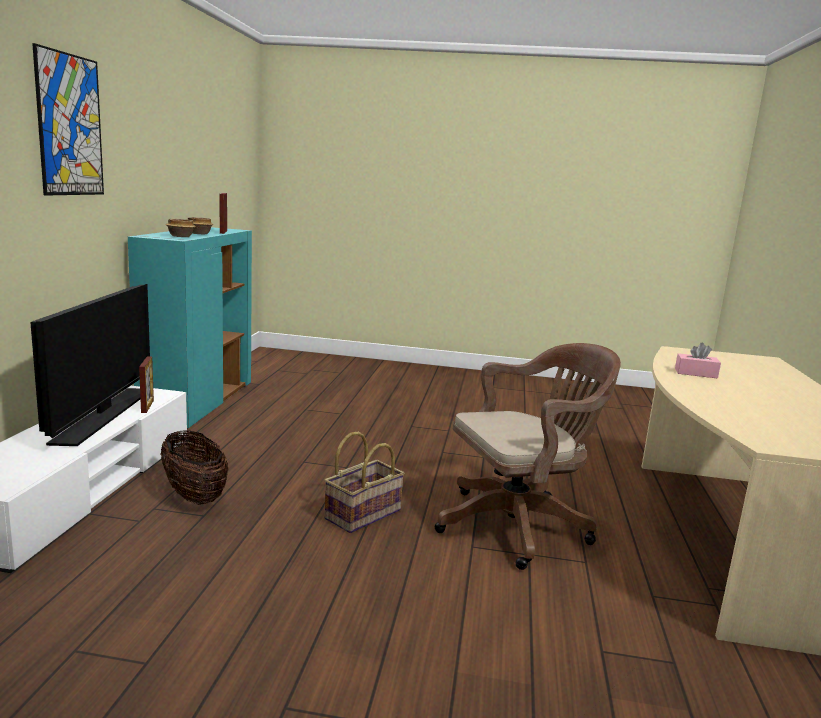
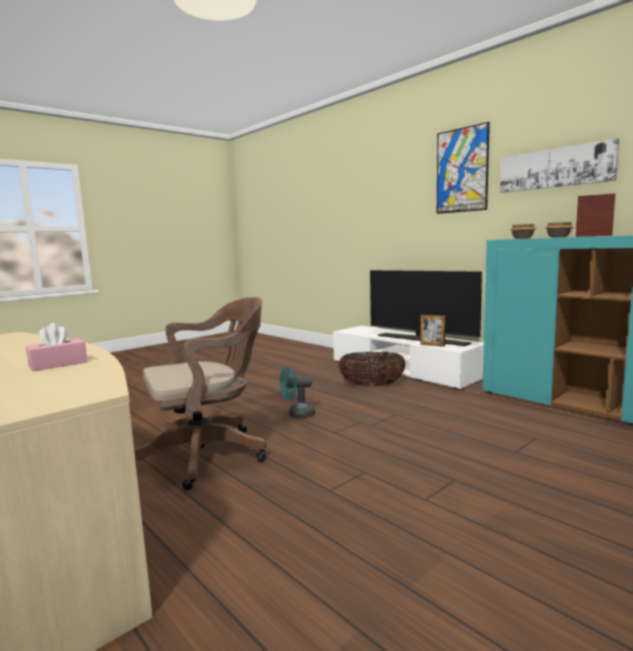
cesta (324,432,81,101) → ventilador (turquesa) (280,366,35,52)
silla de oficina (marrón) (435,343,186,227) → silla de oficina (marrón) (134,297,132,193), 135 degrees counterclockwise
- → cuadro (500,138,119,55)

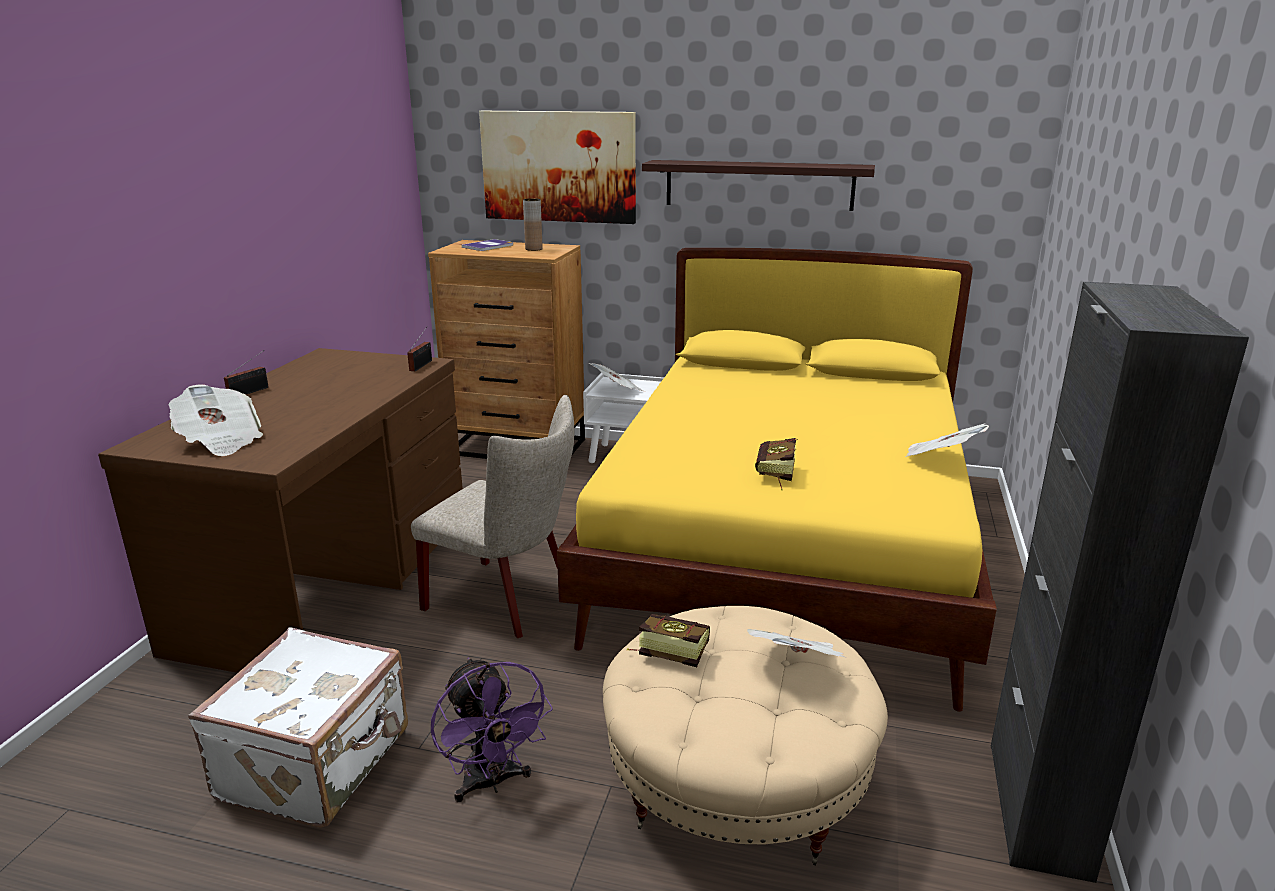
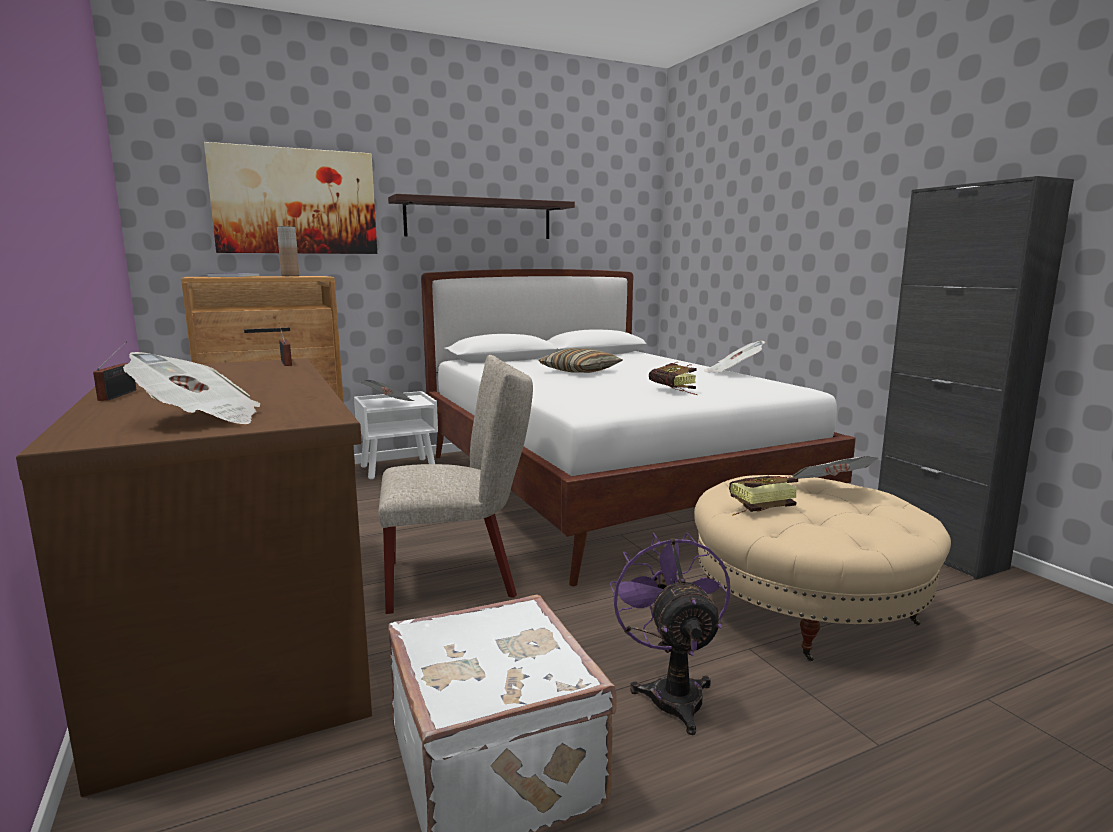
ventilador (morado) (431,658,122,144) → ventilador (morado) (609,532,121,203), 120 degrees counterclockwise
cama (amarillo) (557,248,440,464) → cama (blanco) (421,269,435,317)
- → cojín (539,348,84,25)

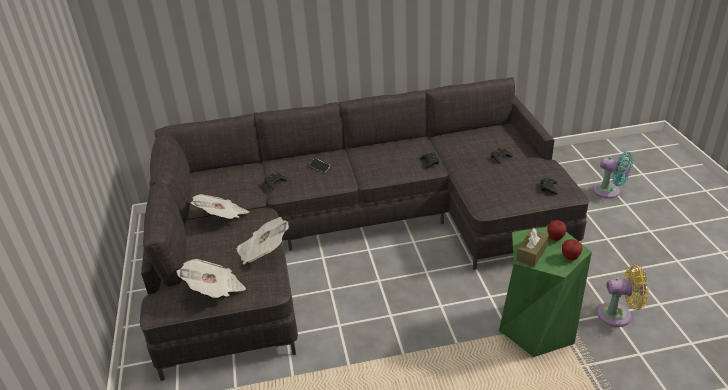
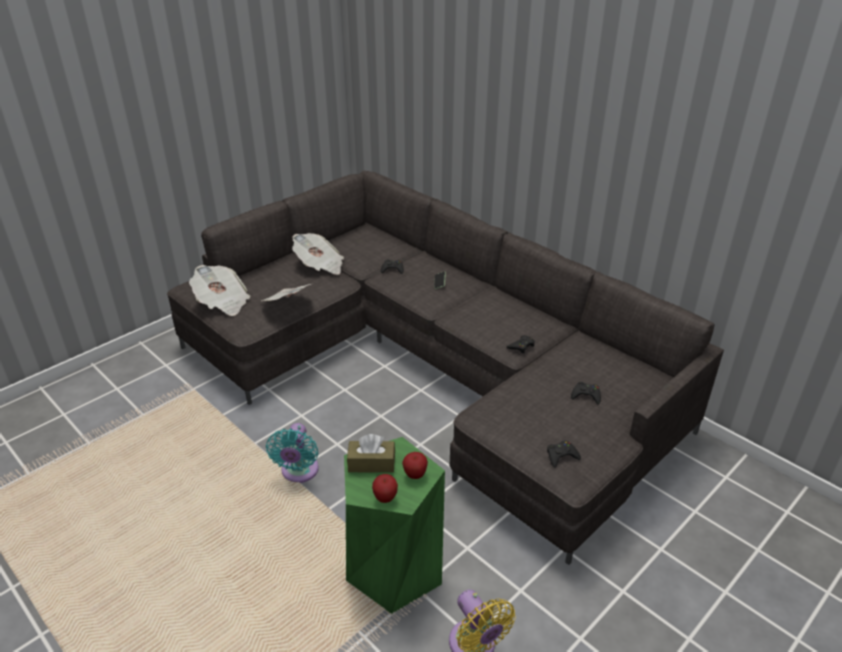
ventilador (turquesa) (593,152,41,46) → ventilador (turquesa) (266,423,53,60), move

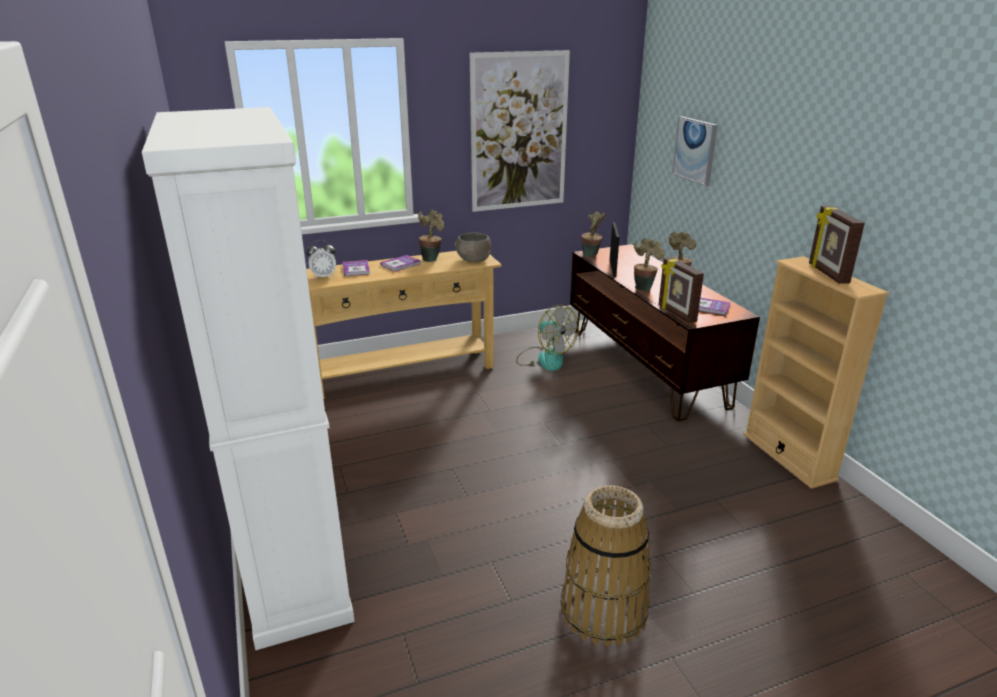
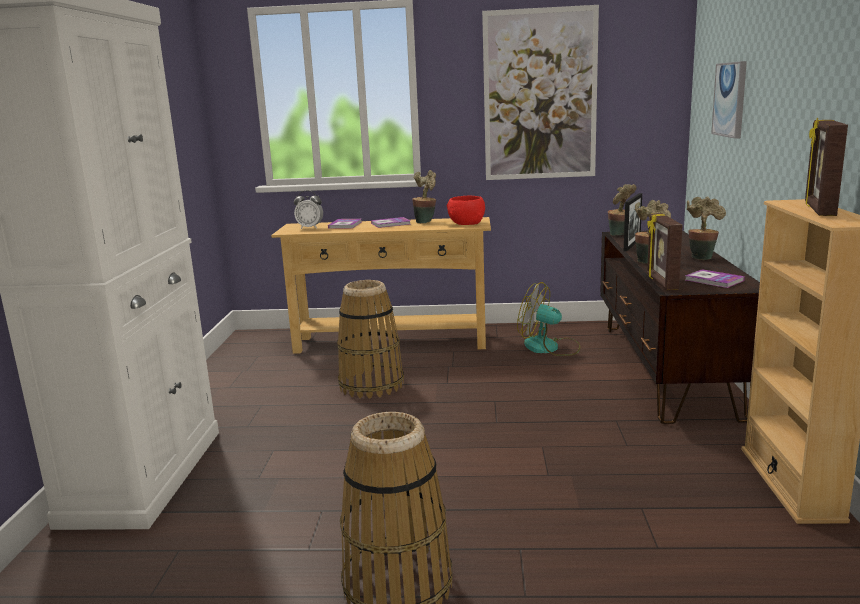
cuenco (gris) (454,232,37,30) → cuenco (rojo) (447,196,38,29)
ventilador (516,304,63,67) → ventilador (517,282,64,74), 135 degrees clockwise
- → cesta (337,280,67,119)

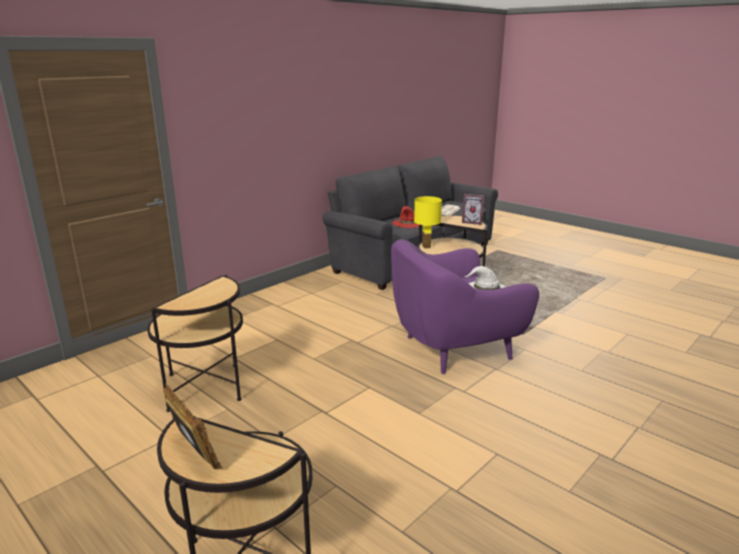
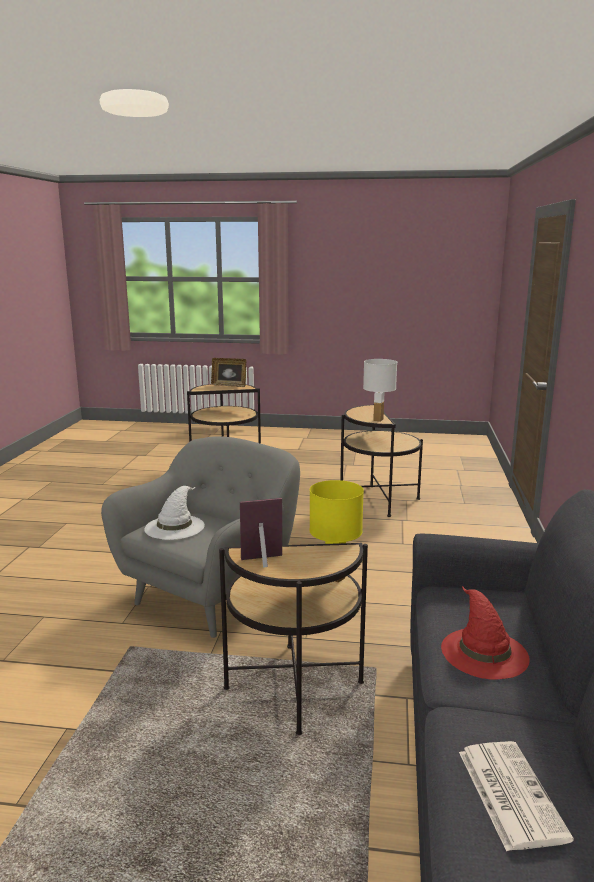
sillón (morado) (391,239,148,135) → sillón (gris) (101,436,199,202)
- → lámpara de mesa (blanco) (363,359,34,63)

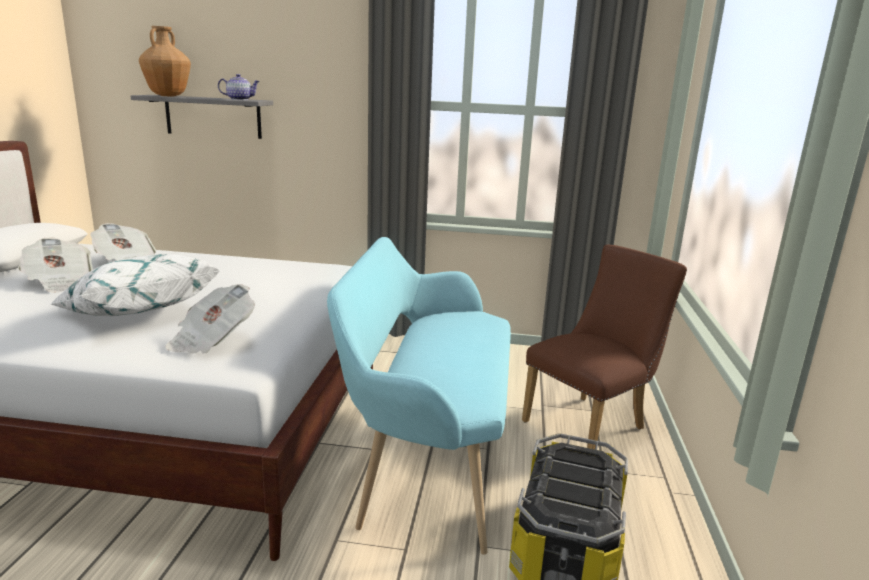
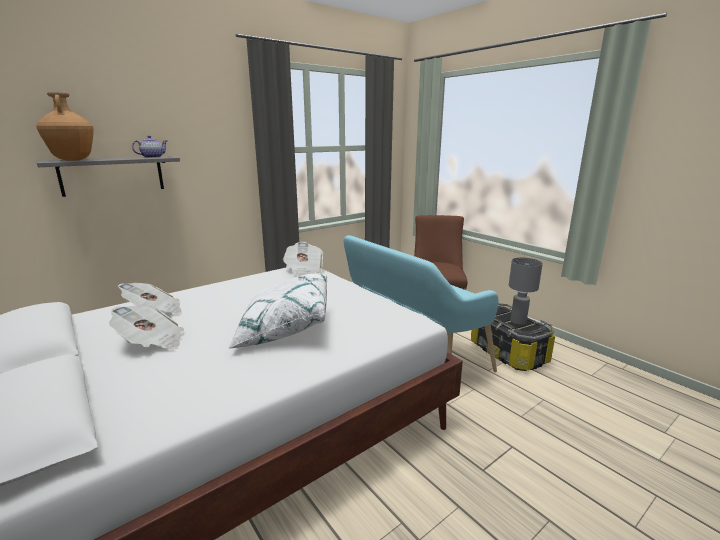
periódico (166,284,89,70) → periódico (283,242,40,35), move
- → lámpara de mesa (gris) (509,257,34,68)

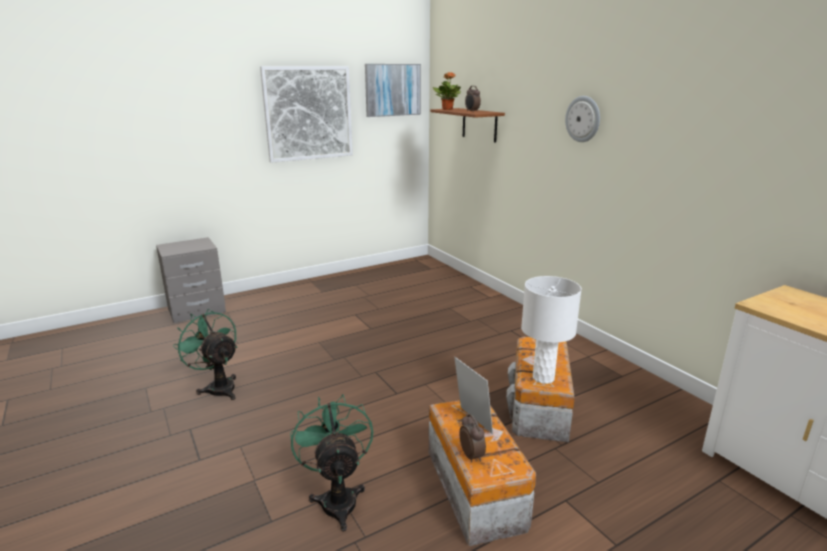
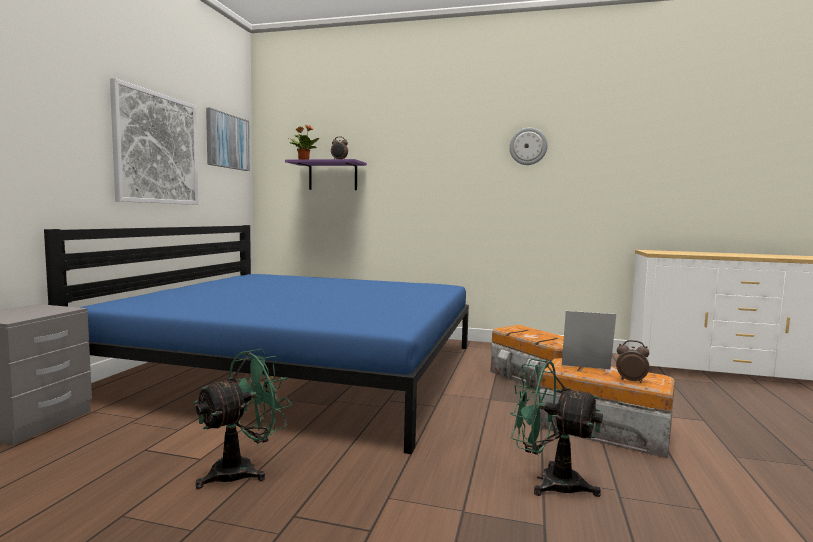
ventilador (verde) (173,309,64,91) → ventilador (verde) (194,349,98,140), 135 degrees clockwise
estante (marrón) (431,108,74,34) → estante (morado) (285,159,82,31)
lámpara de mesa (blanco) (521,276,61,108) → -
reloj de pared (565,96,35,46) → reloj de pared (509,127,38,38), move
- → cama (azul) (44,225,425,229)

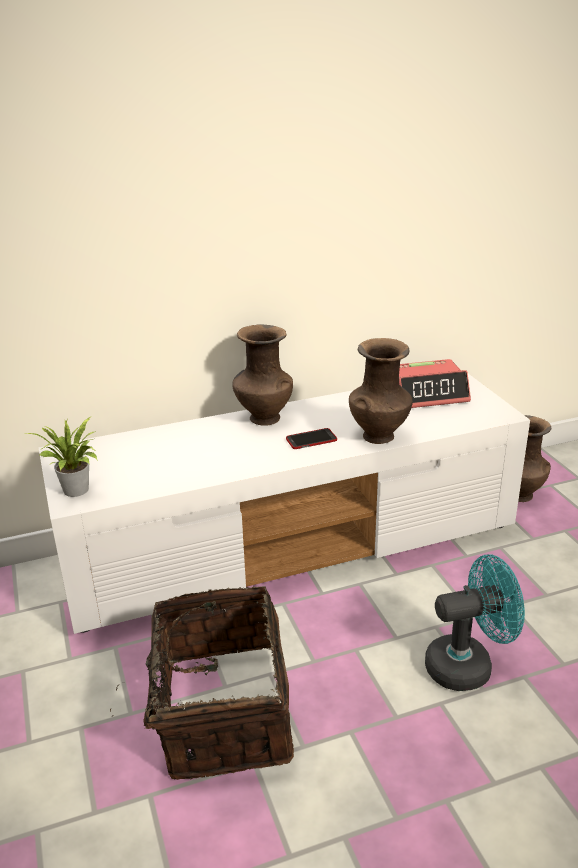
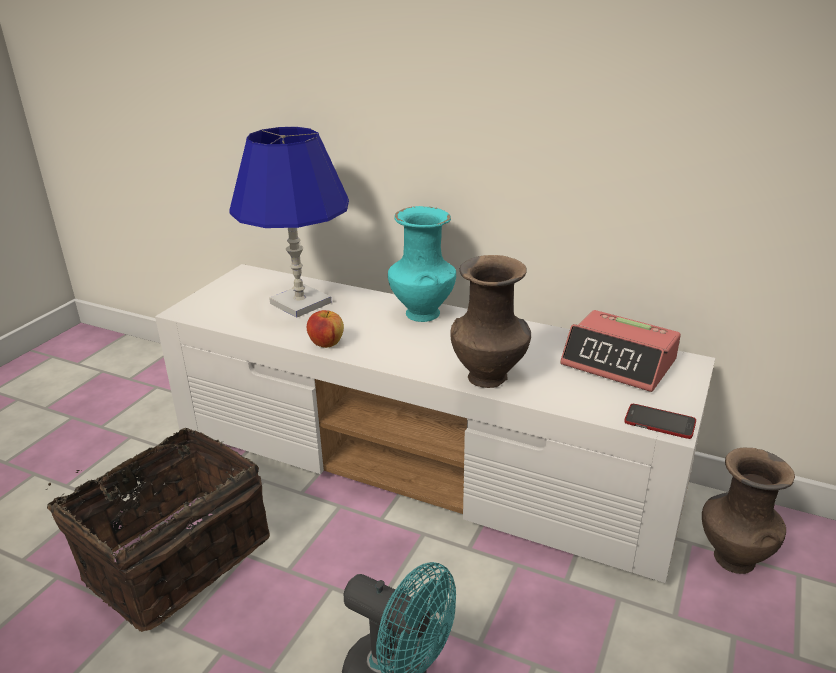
planta en maceta (24,416,74,81) → -
florero (marrón) (232,325,61,101) → florero (turquesa) (388,206,68,116)
móvil (286,428,51,21) → móvil (624,404,72,35), move
- → lámpara de mesa (azul) (229,127,120,191)
- → manzana (307,310,37,38)

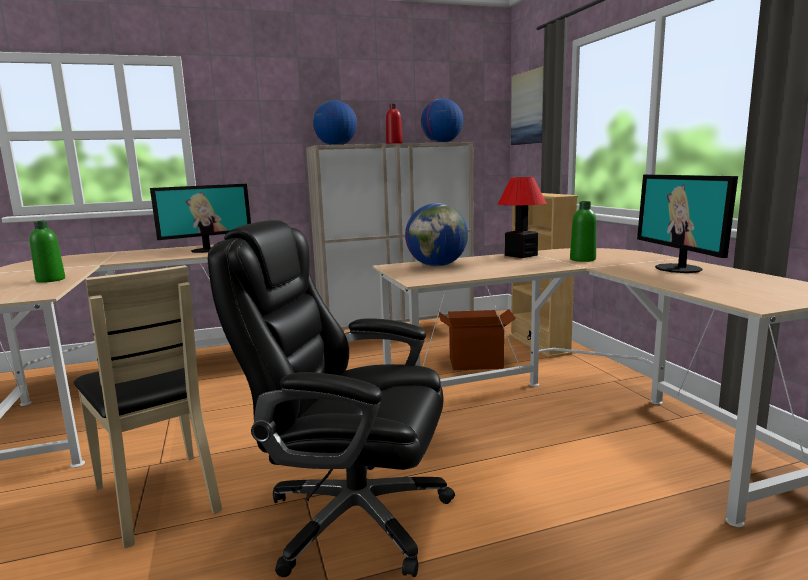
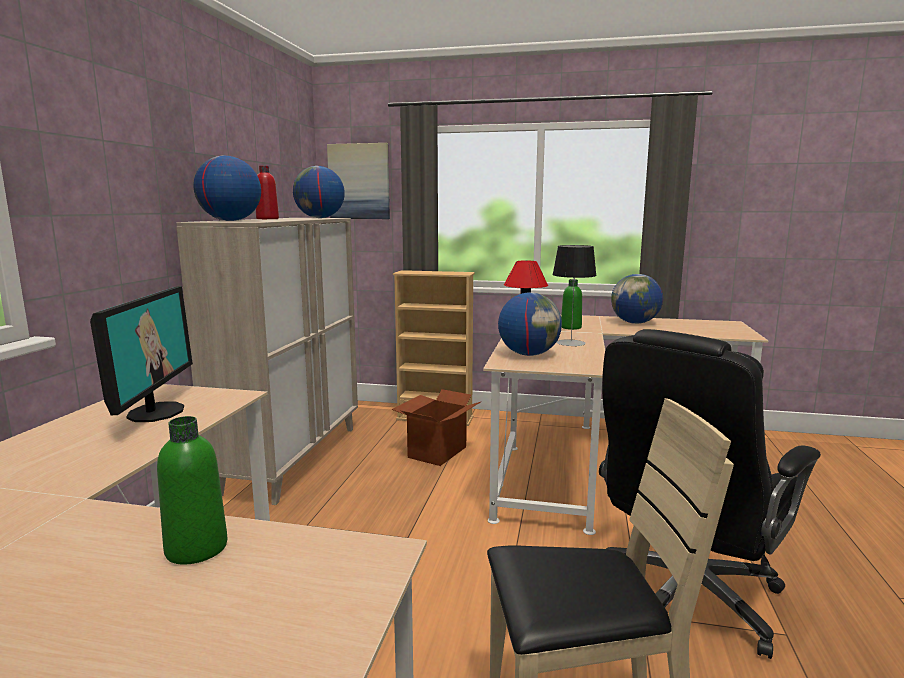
monitor (637,175,101,98) → globo terráqueo (611,274,52,50)
- → lámpara de mesa (552,245,45,101)

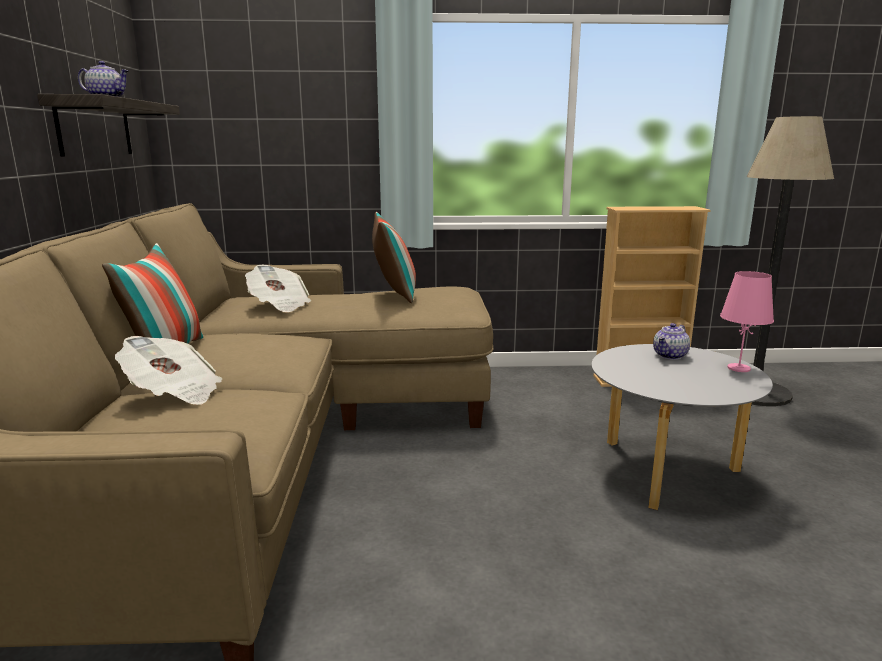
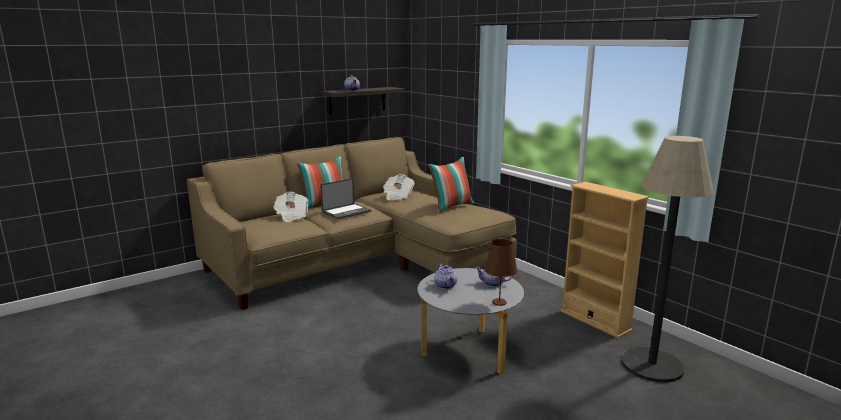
lámpara de mesa (rosa) (720,271,54,101) → lámpara de mesa (marrón) (485,239,32,67)
- → portátil (320,178,51,41)
- → tetera (434,264,23,25)

